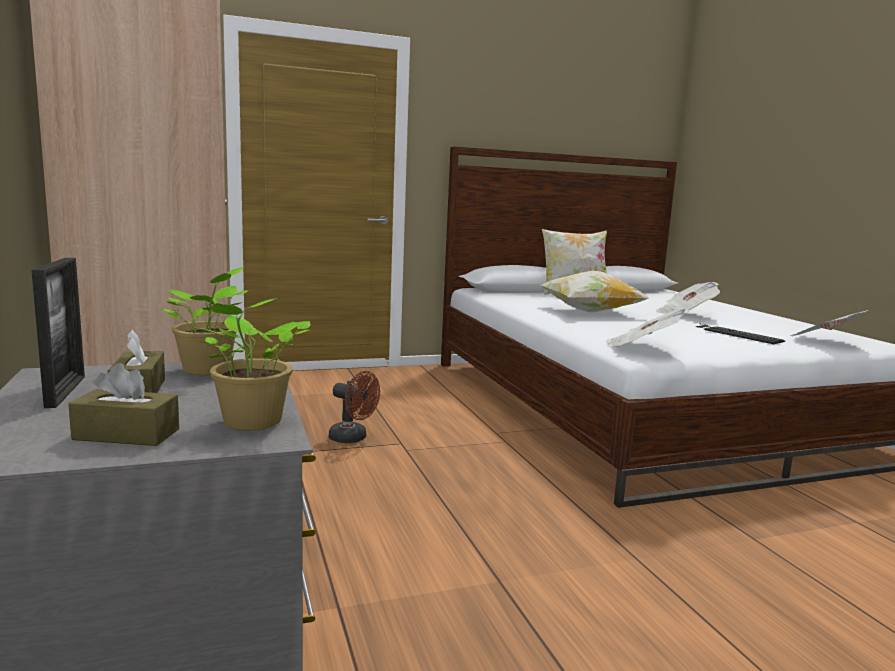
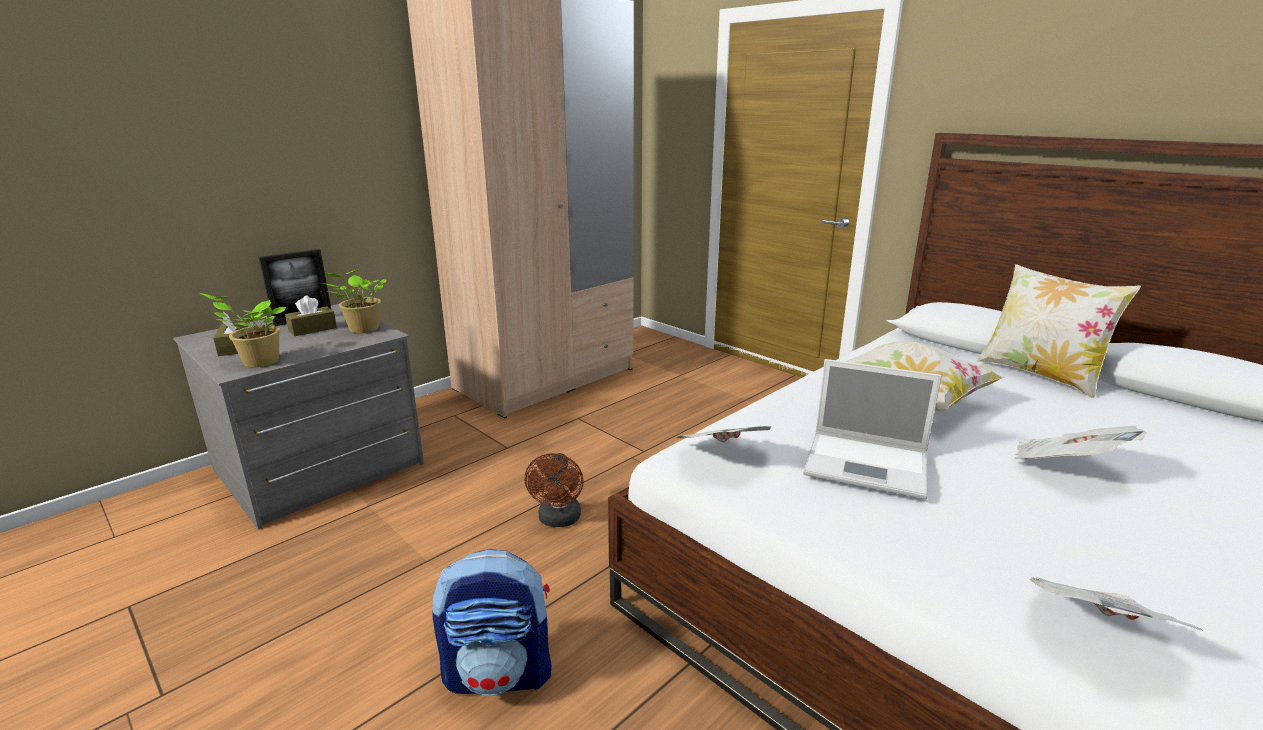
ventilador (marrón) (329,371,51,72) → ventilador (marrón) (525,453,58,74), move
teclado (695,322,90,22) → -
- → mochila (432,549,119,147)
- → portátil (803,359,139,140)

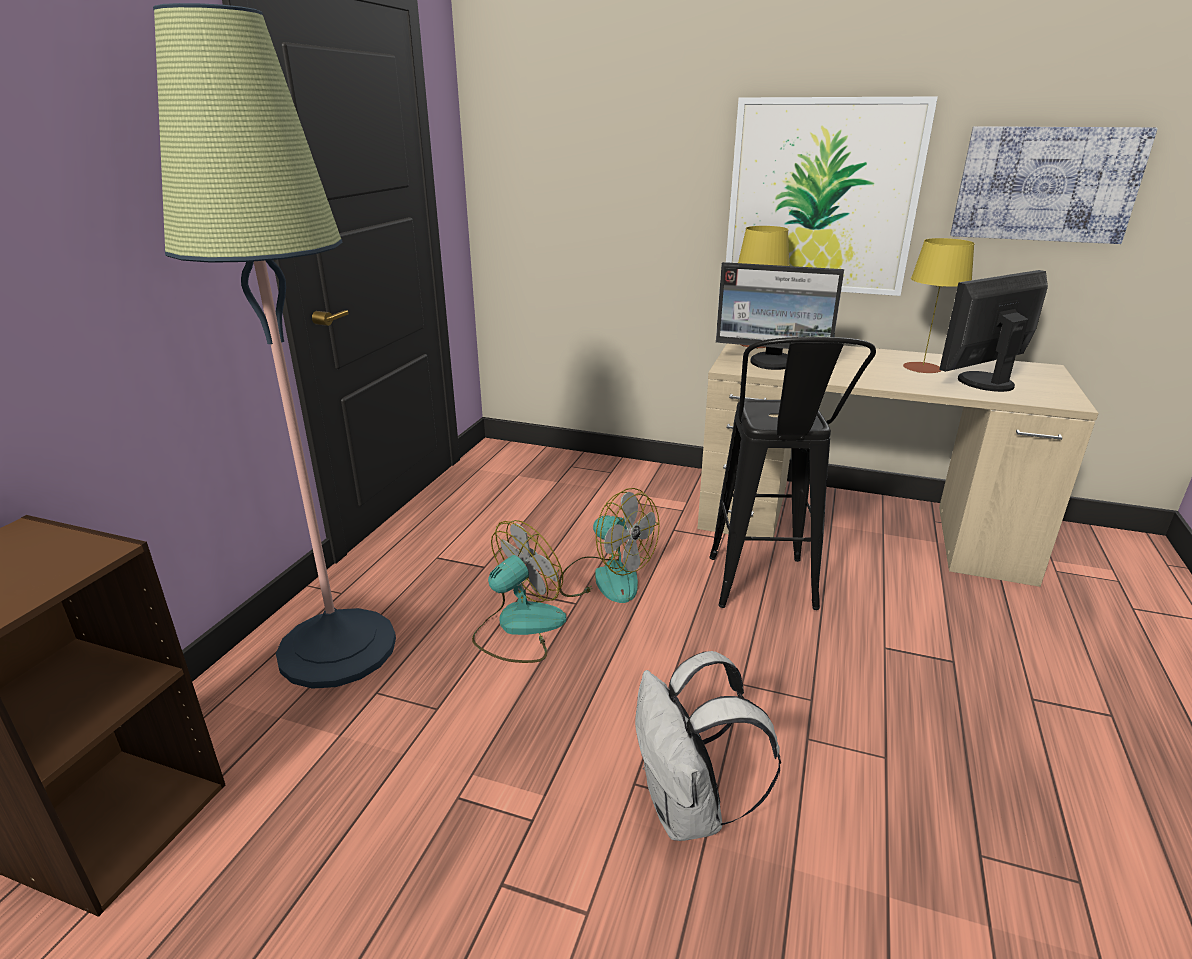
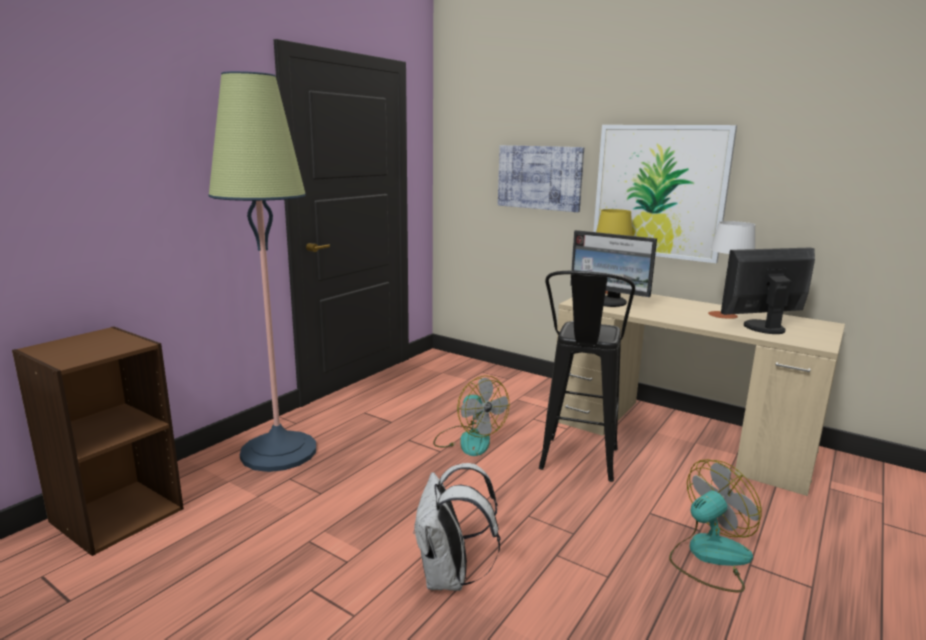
ventilador (472,520,95,143) → ventilador (669,459,93,133), move
lámpara de mesa (amarillo) (903,238,72,135) → lámpara de mesa (blanco) (708,221,47,98)
cuadro (950,126,208,118) → cuadro (498,145,86,67), move

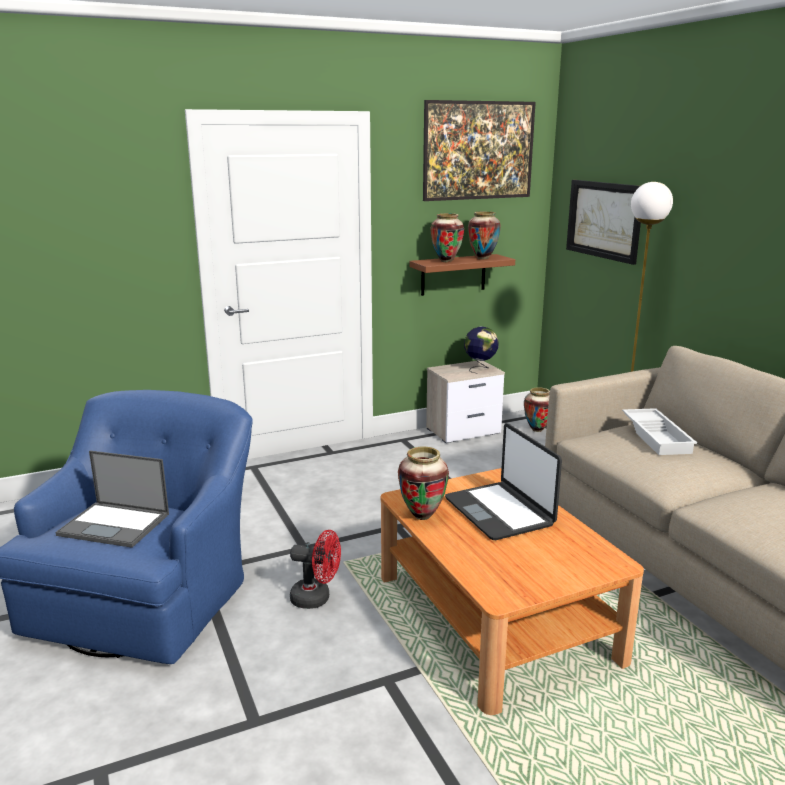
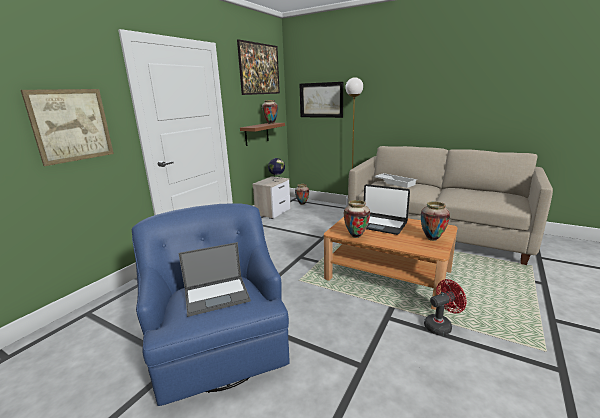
ventilador (rojo) (290,530,51,79) → ventilador (rojo) (424,279,43,56), move
florero (431,213,33,49) → florero (421,201,29,40), move
- → cuadro (21,89,93,77)

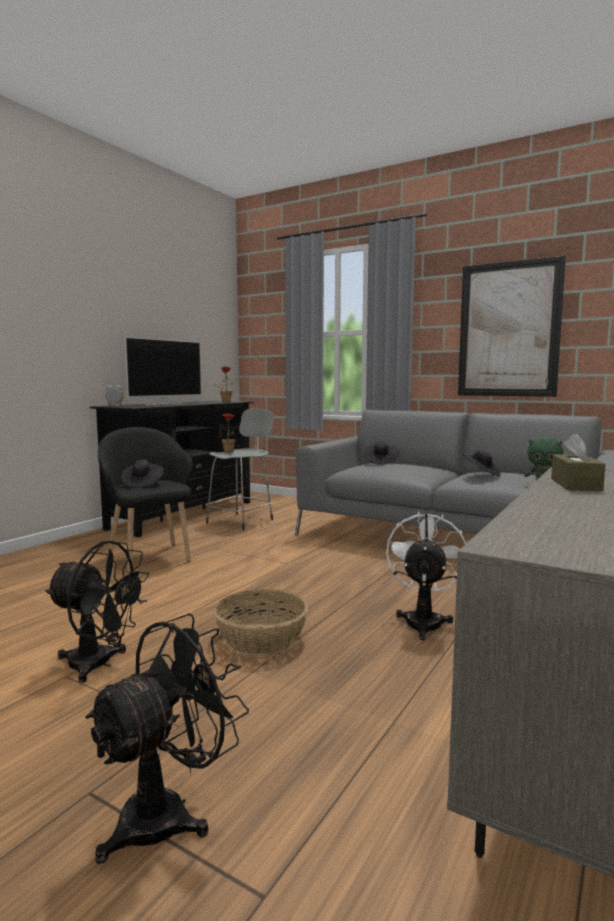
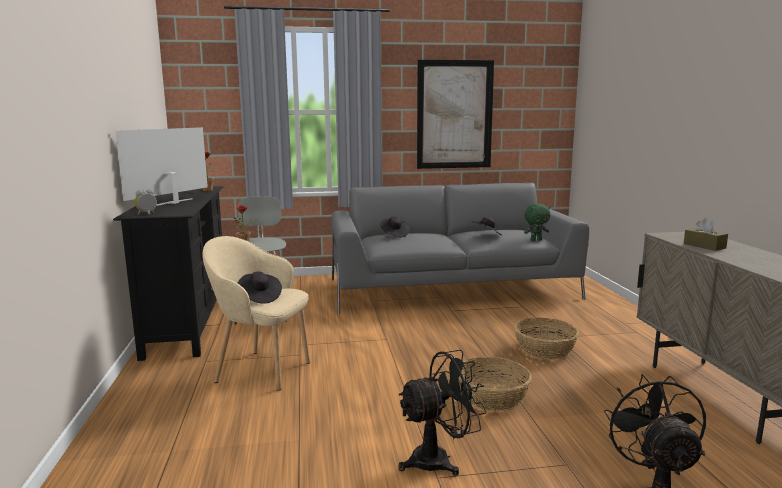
sillón (negro) (98,427,95,146) → sillón (beis) (202,236,108,155)
televisor (125,337,77,68) → televisor (115,127,93,79), 150 degrees counterclockwise
ventilador (blanco) (386,511,80,129) → cesta (514,318,65,42)

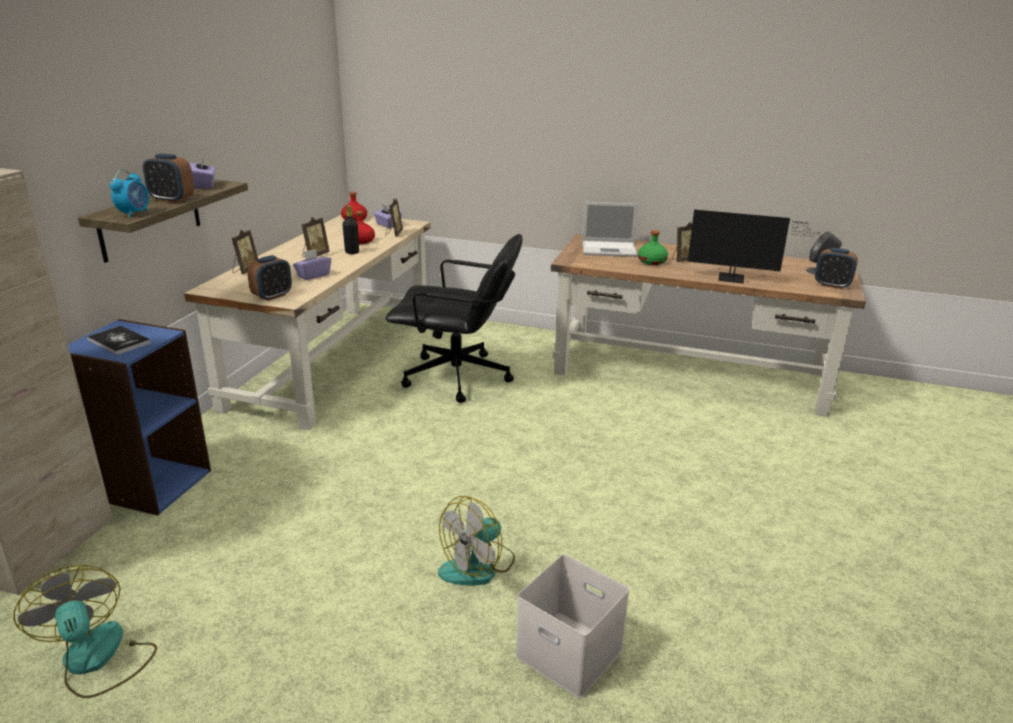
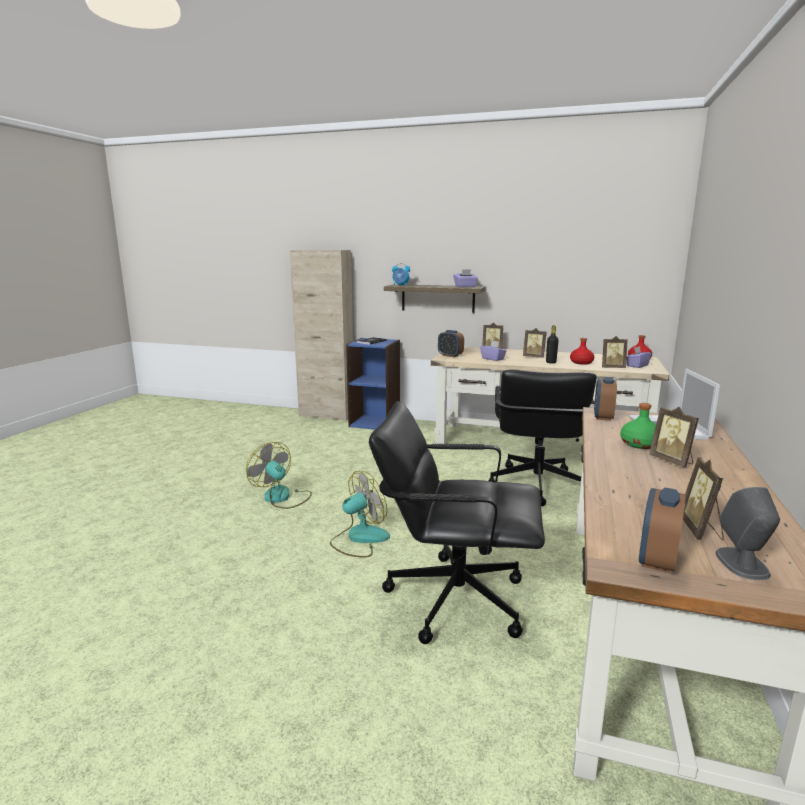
ventilador (14,565,143,133) → ventilador (330,471,60,87), move
despertador (143,154,51,49) → despertador (594,377,23,44), move
caja de almacenaje (blanco) (515,554,114,144) → -
monitor (687,210,130,73) → -
- → silla de oficina (negro) (369,401,176,243)
- → portarretratos (683,457,41,83)

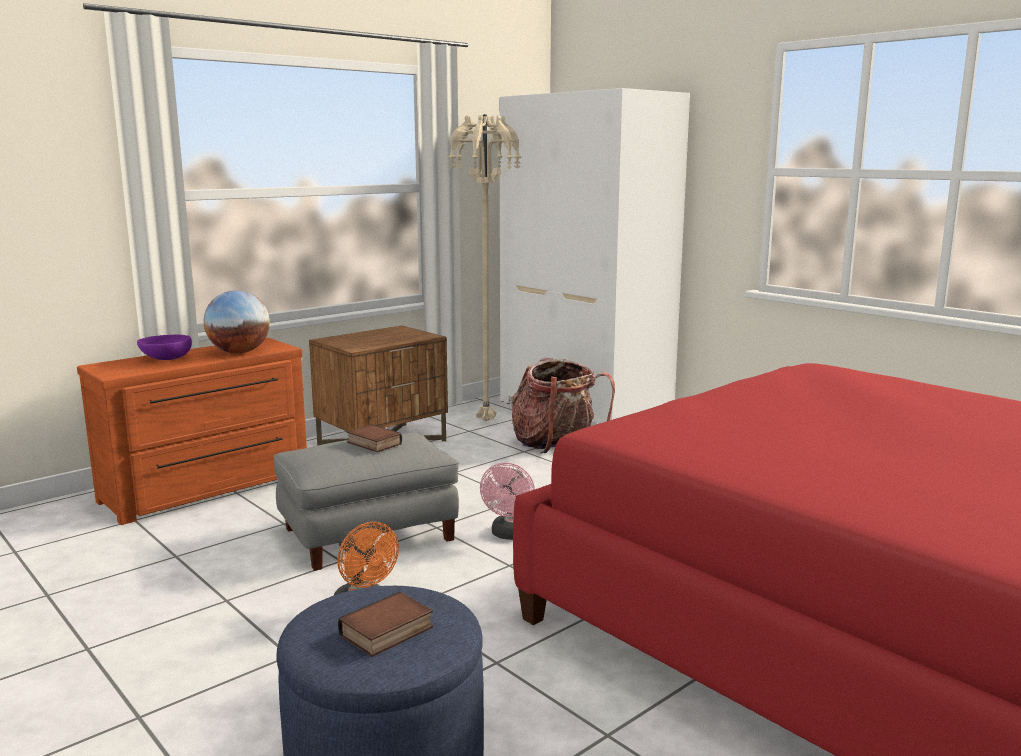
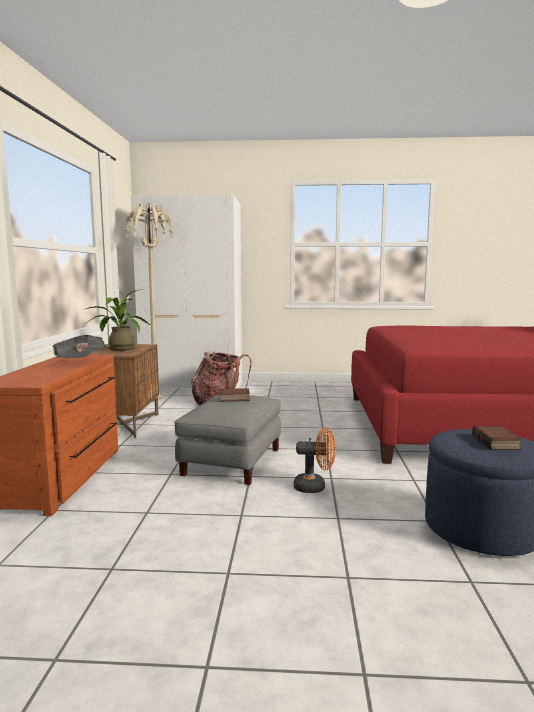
cuenco (morado) (137,335,55,25) → -
globo terráqueo (204,290,66,64) → periódico (53,335,53,23)
ventilador (rosa) (480,463,55,77) → -
- → planta en maceta (85,289,65,62)

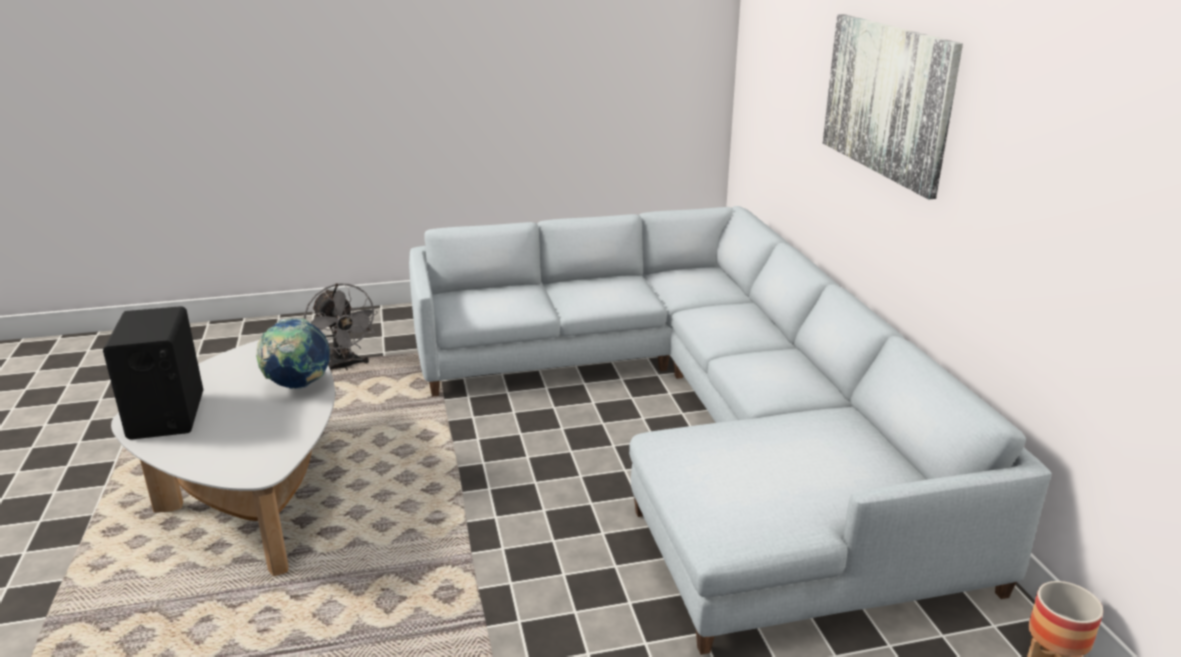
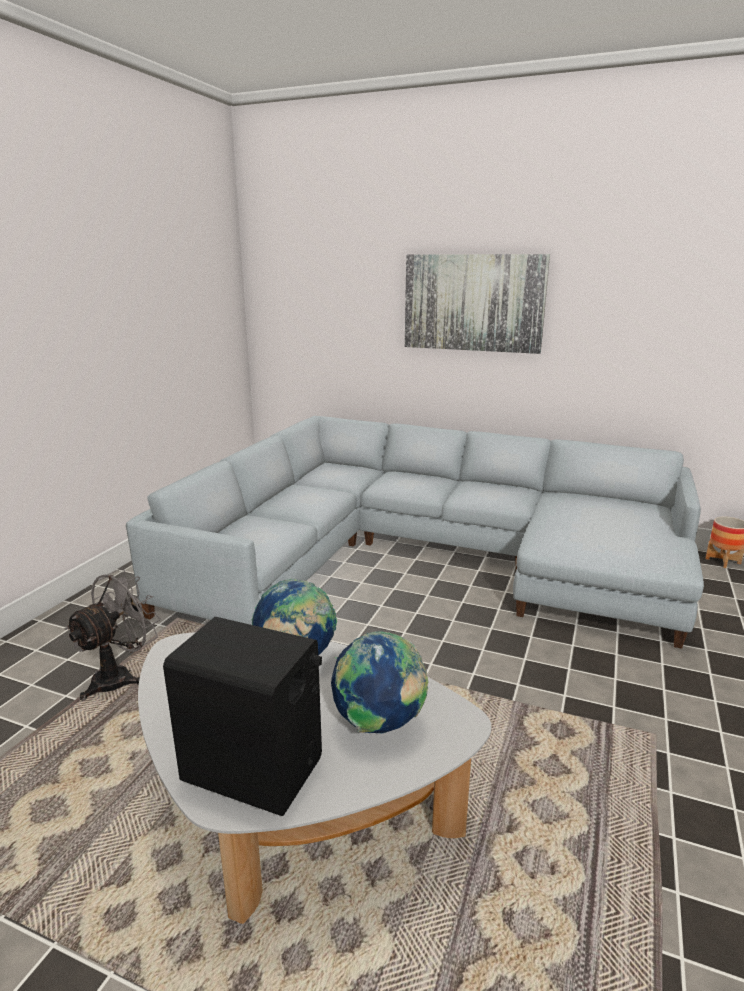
ventilador (gris) (304,283,74,87) → ventilador (gris) (64,568,96,133), 60 degrees counterclockwise
- → globo terráqueo (331,631,98,103)

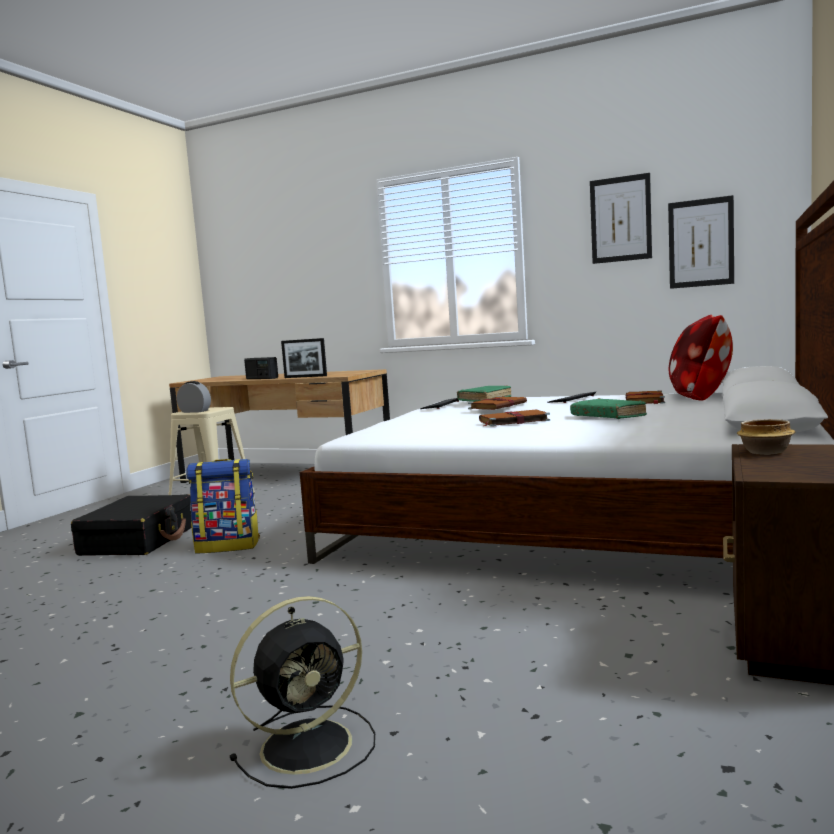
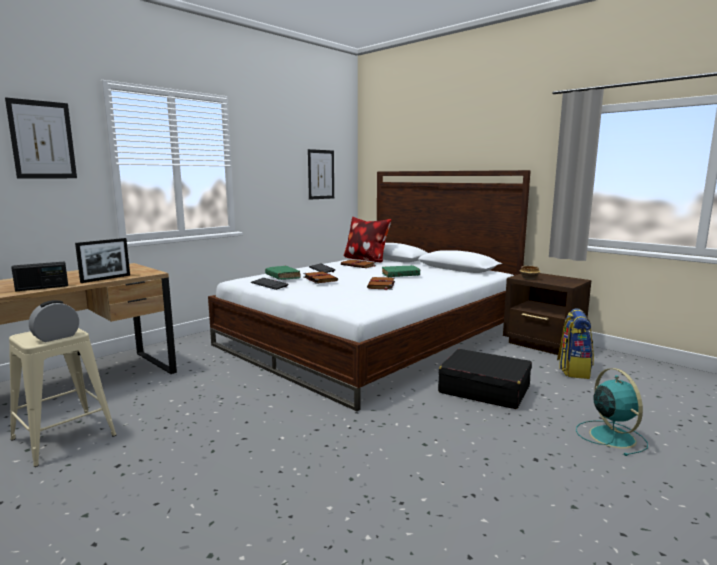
maleta (negro) (71,494,120,62) → maleta (negro) (438,349,94,60), move
mochila (186,459,74,94) → mochila (557,308,37,71), move
ventilador (negro) (230,596,145,193) → ventilador (turquesa) (576,368,72,88)
cuadro (590,173,62,91) → cuadro (5,97,72,82), move

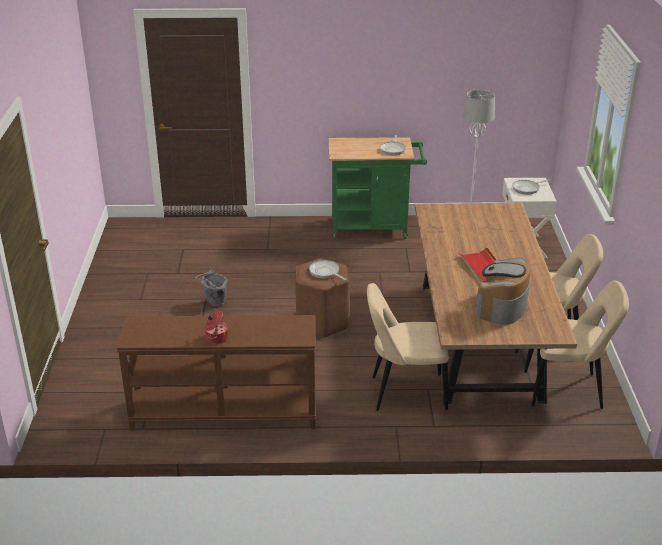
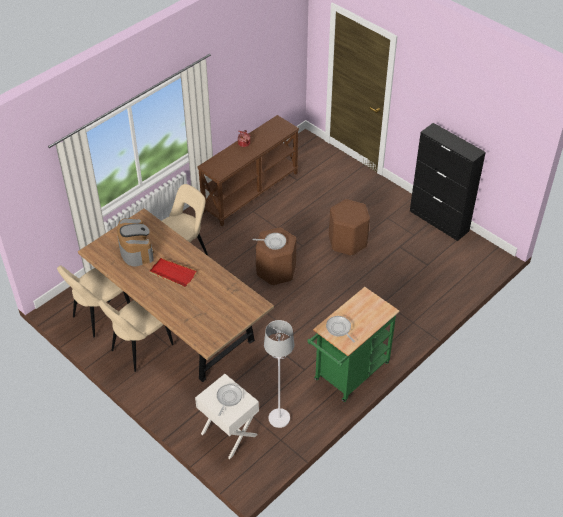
cubo (gris) (195,270,33,36) → taburete (marrón) (329,199,41,57)
- → armario (negro) (410,123,76,118)

